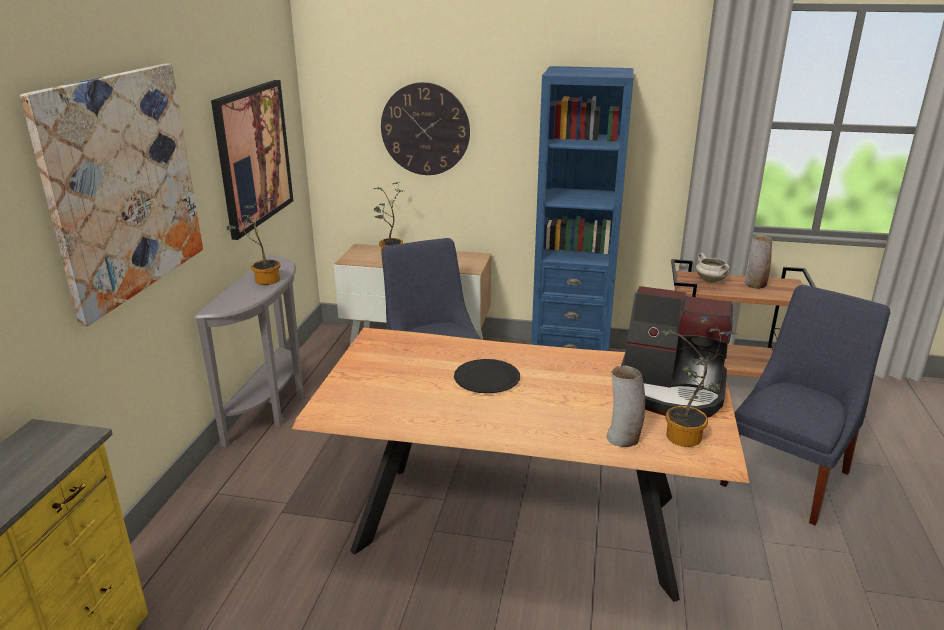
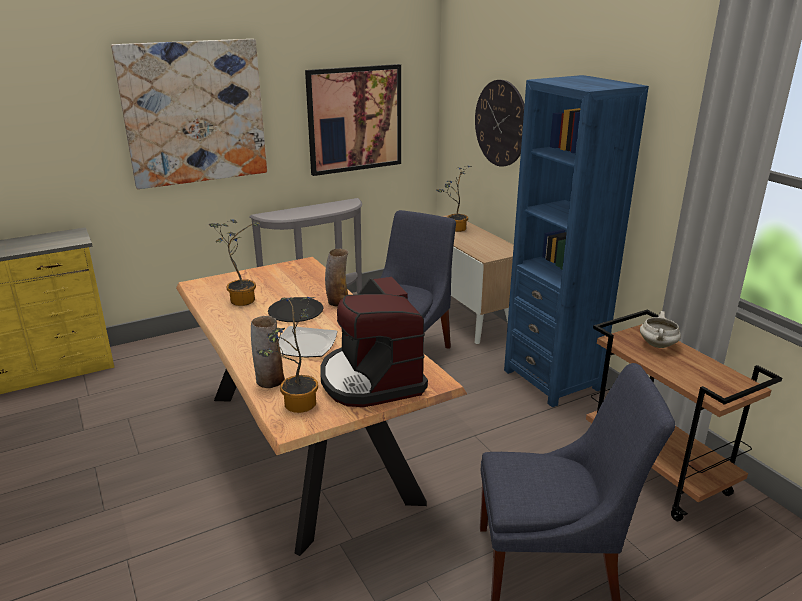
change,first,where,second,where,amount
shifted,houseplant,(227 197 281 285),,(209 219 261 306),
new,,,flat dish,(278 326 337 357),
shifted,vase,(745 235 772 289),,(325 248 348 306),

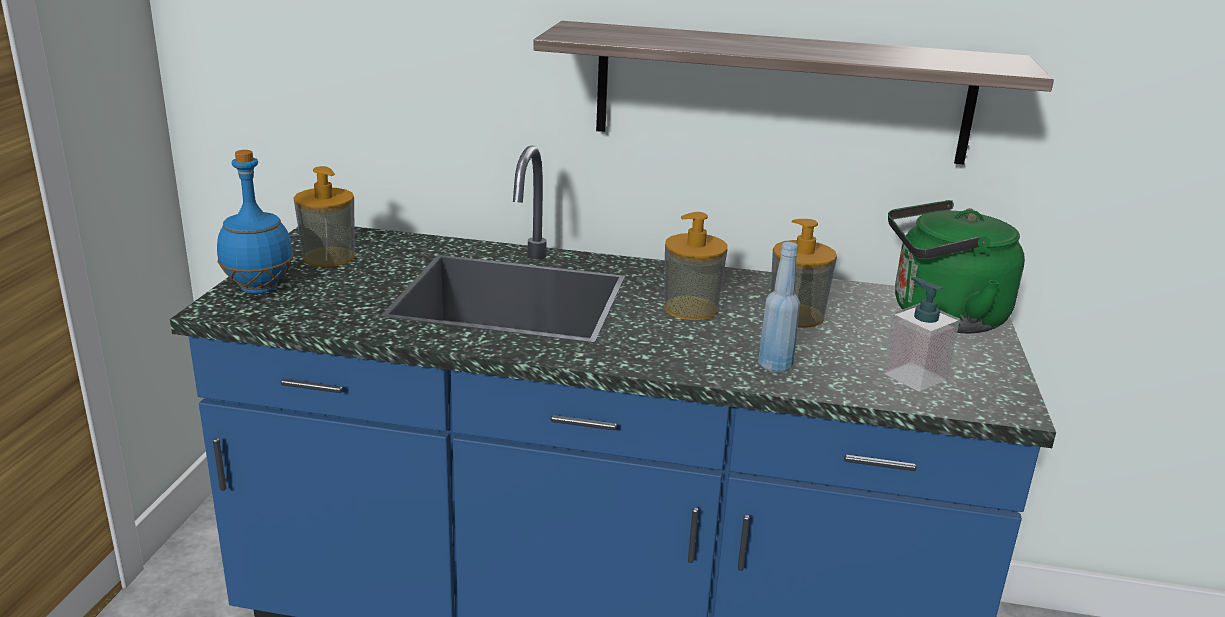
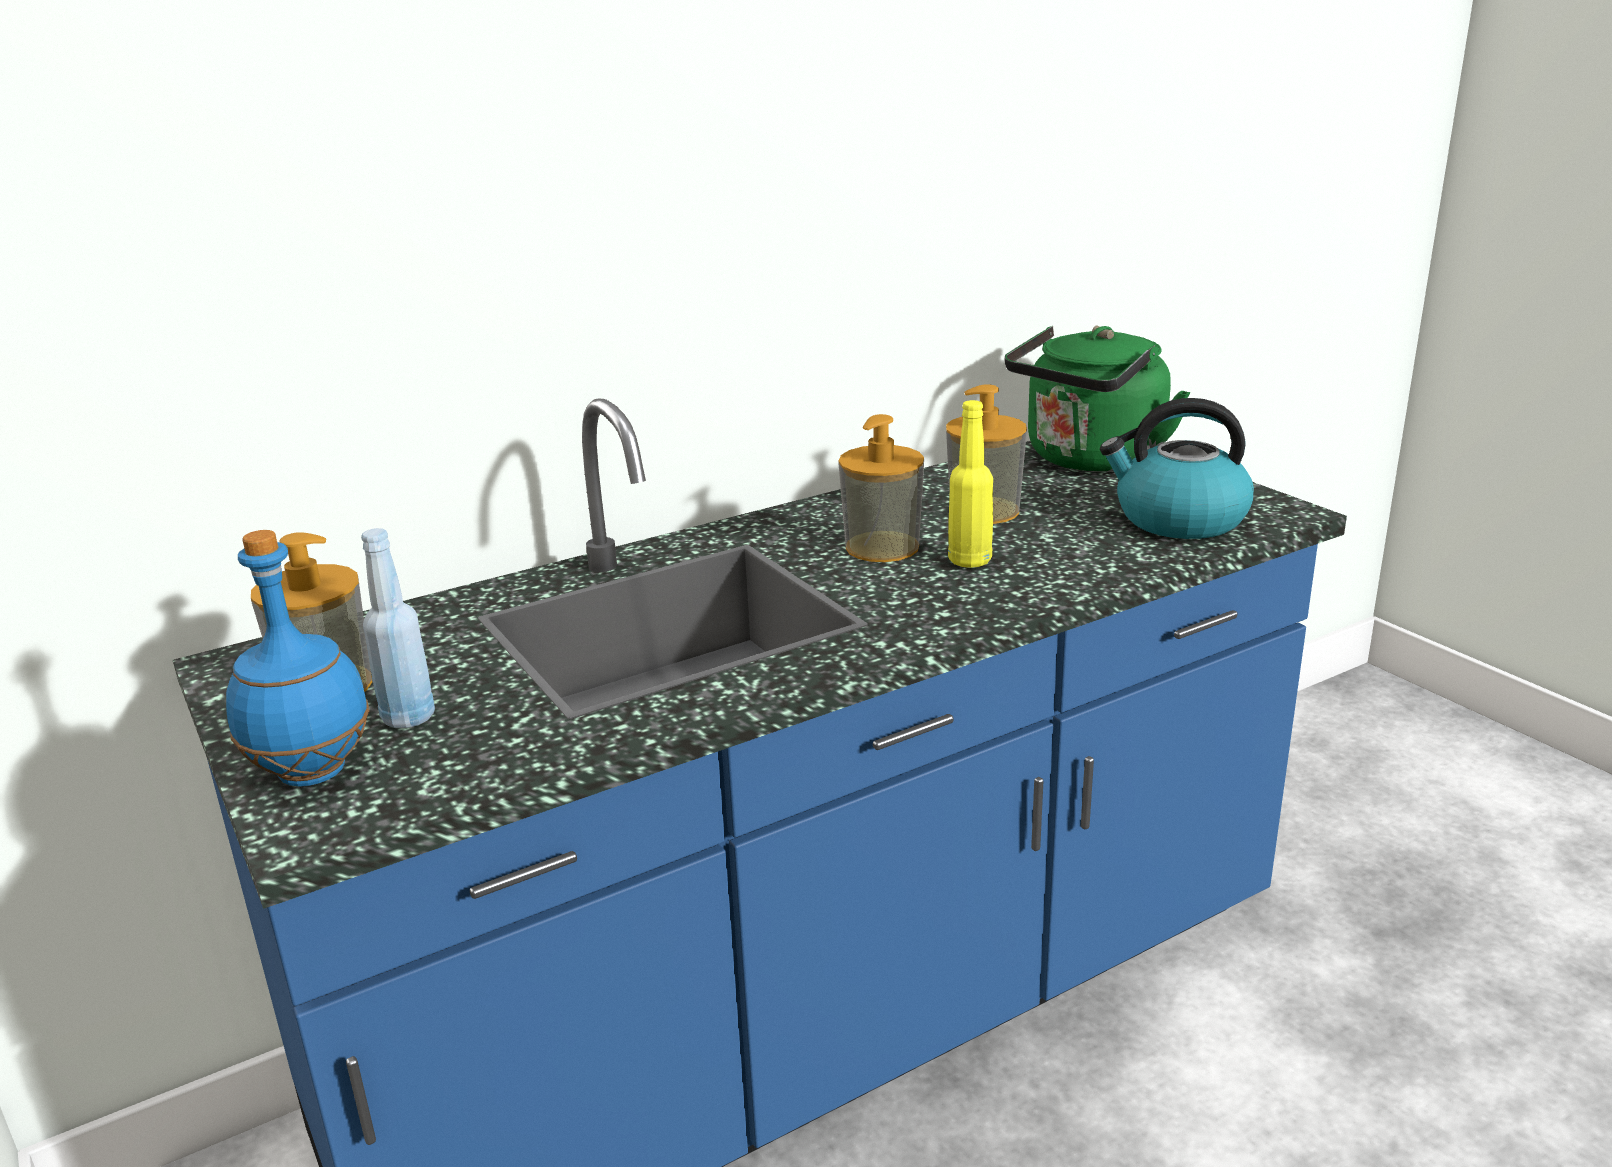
change,first,where,second,where,amount
shifted,bluish bottle,(758 242 800 373),,(361 528 435 728),
new,,,yellow-coloured bottle,(948 400 993 568),
swapped,soap dispenser,(883 277 960 392),water kettle,(1100 398 1254 539),
gone,shelf,(533 21 1054 165),,,

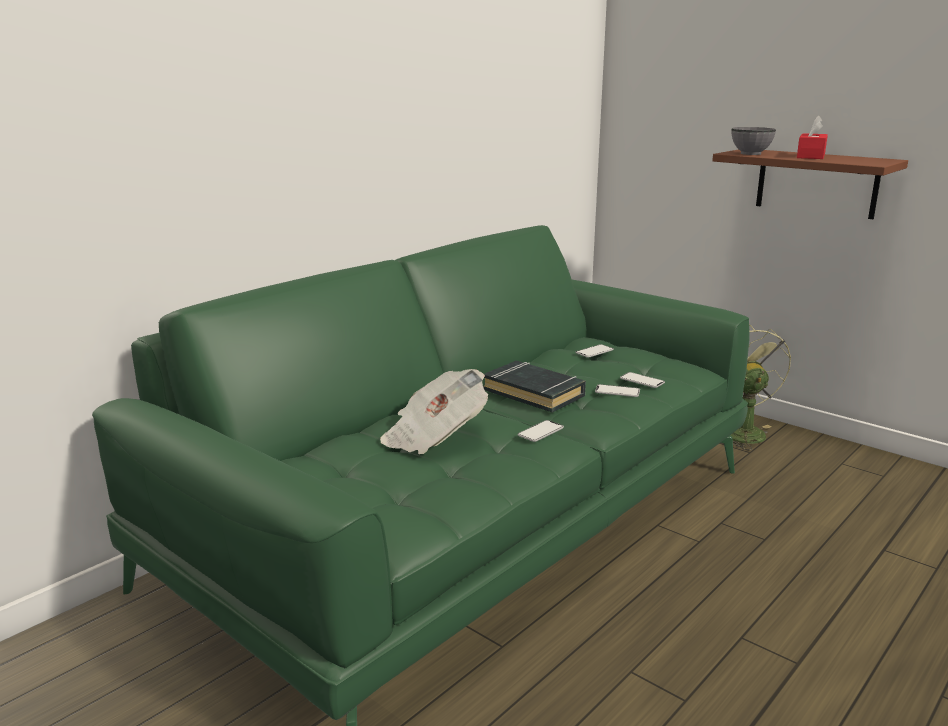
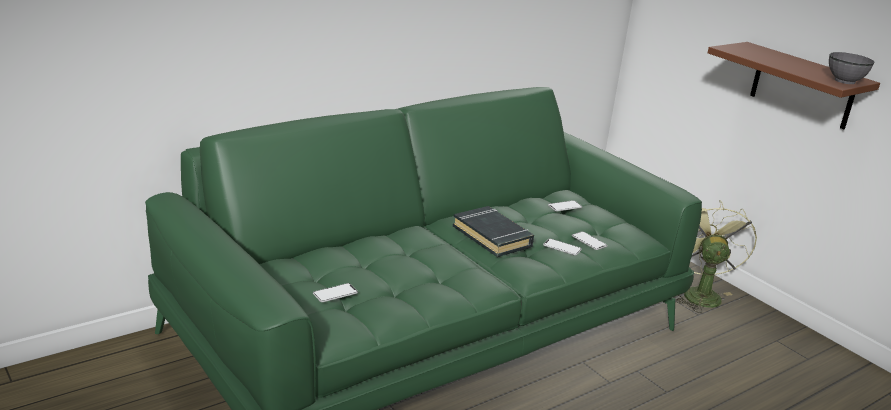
change,first,where,second,where,amount
shifted,phone,(518 420 564 442),,(313 283 358 302),
shifted,grey serving bowl,(731 127 776 155),,(829 52 874 84),
gone,daily paper,(380 369 488 454),,,
gone,red-coloured tissue box,(797 115 828 159),,,

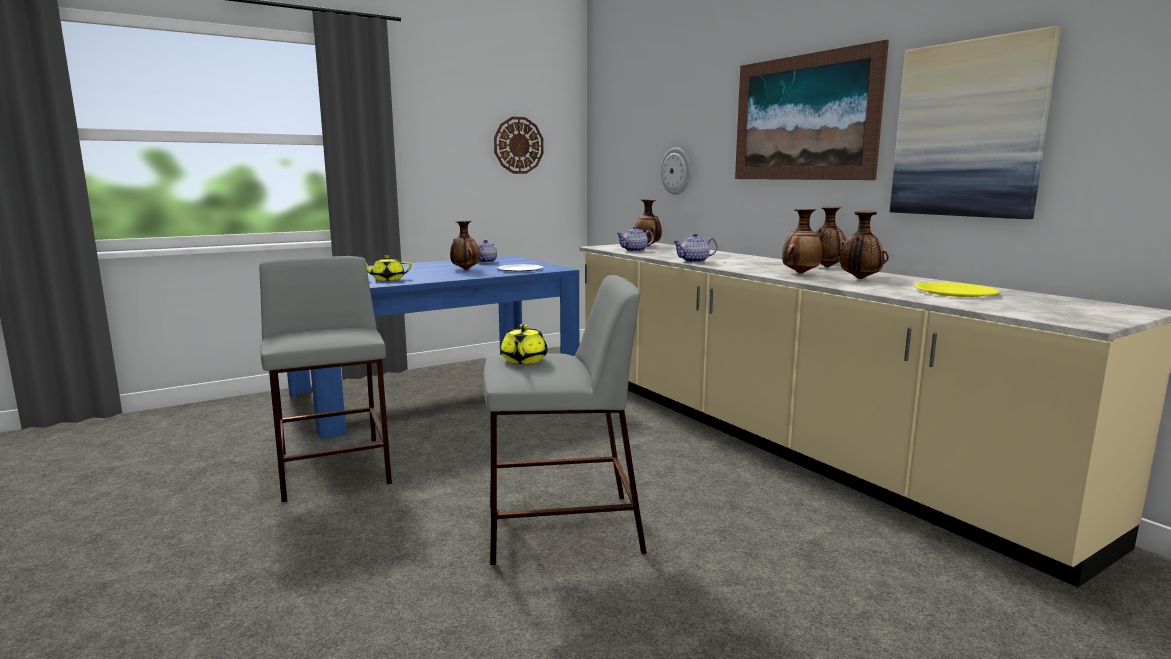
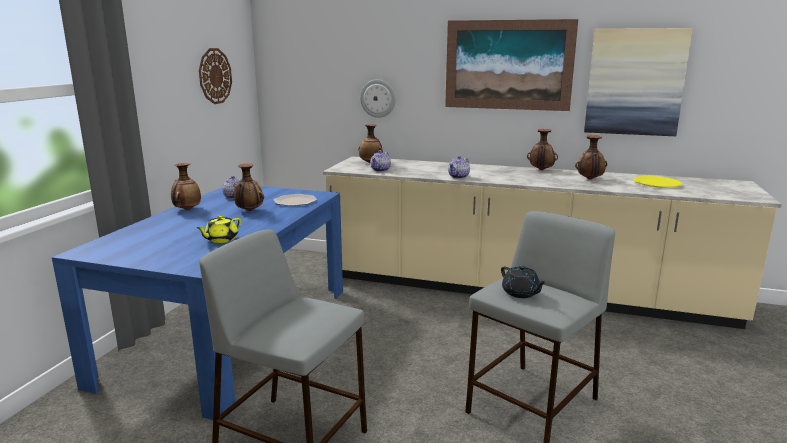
change,first,where,second,where,amount
shifted,vase,(782 209 822 274),,(171 163 201 210),
repainted,yellow-coloured pot for tea,(501 324 548 364),black-coloured pot for tea,(501 265 547 298),

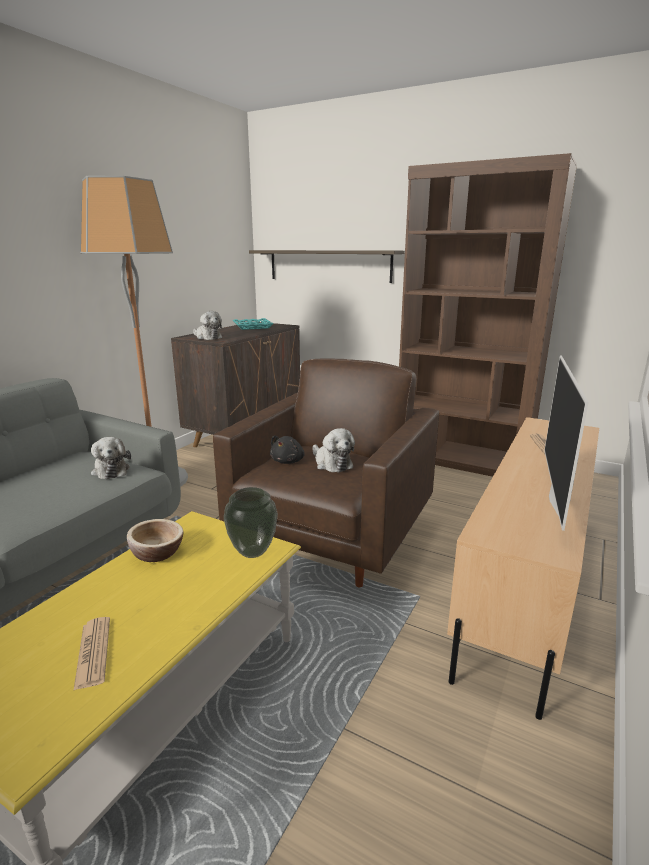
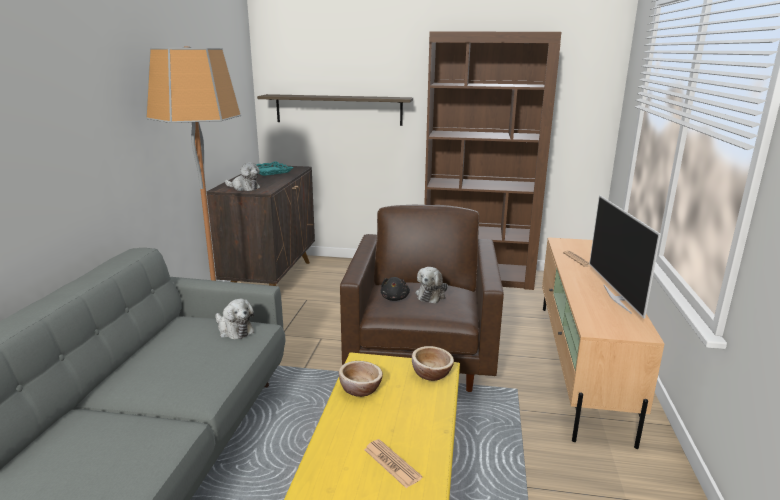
change,first,where,second,where,amount
swapped,vase,(224 487 278 558),serving bowl,(412 346 454 381),
rotated,plush toy,(313 428 355 473),,(416 267 448 304),75 degrees clockwise

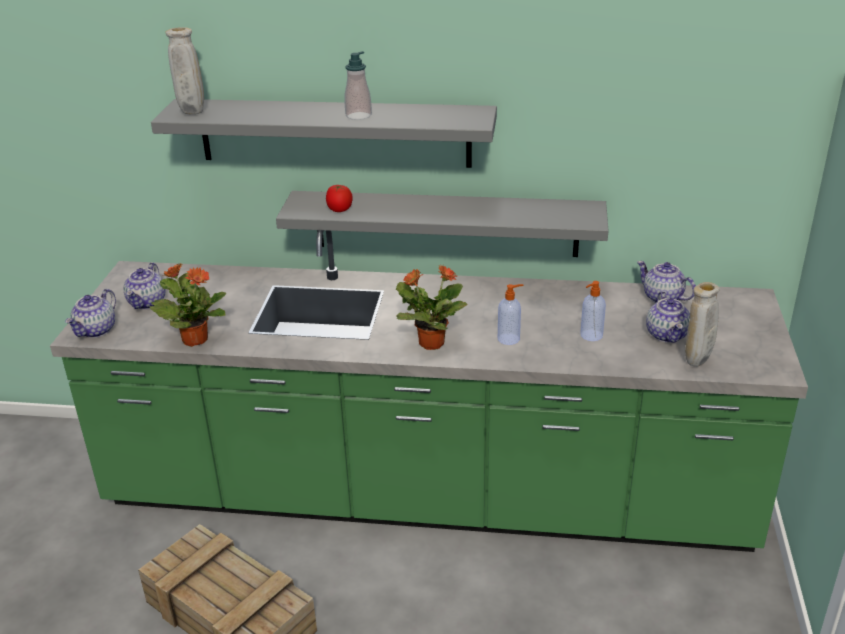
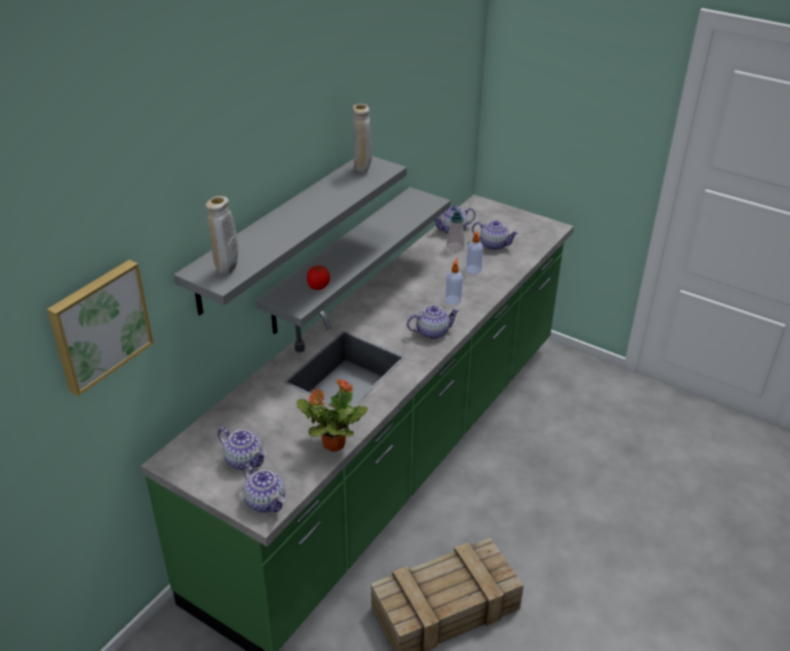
change,first,where,second,where,amount
new,,,wall art,(47 260 154 396),
shifted,sand-coloured vase,(685 282 720 367),,(353 104 372 173),
swapped,houseplant,(396 265 468 350),pot for tea,(407 305 460 339),
shifted,soap dispenser,(345 51 372 120),,(446 208 465 252),

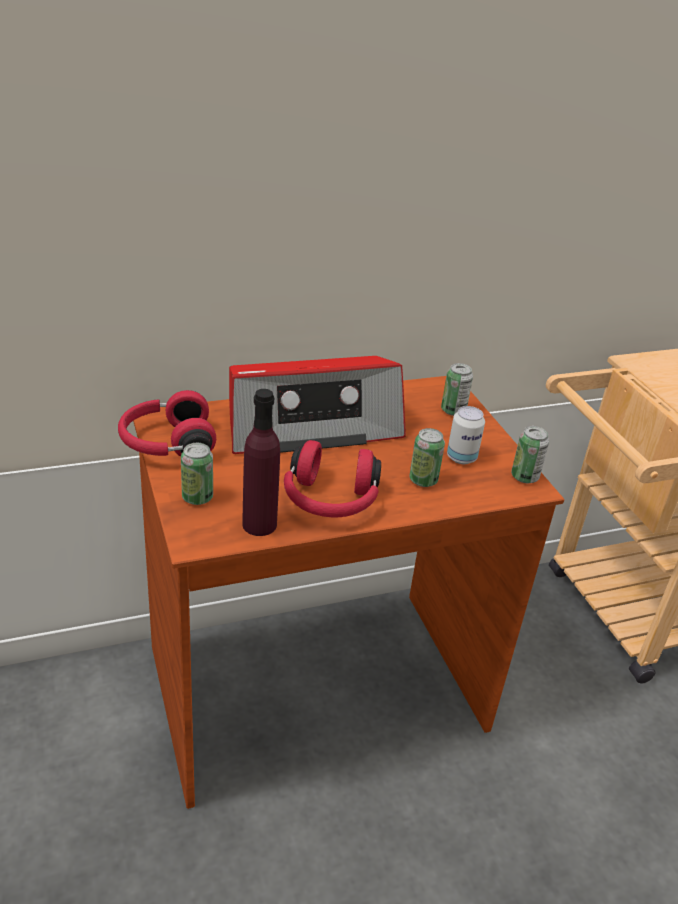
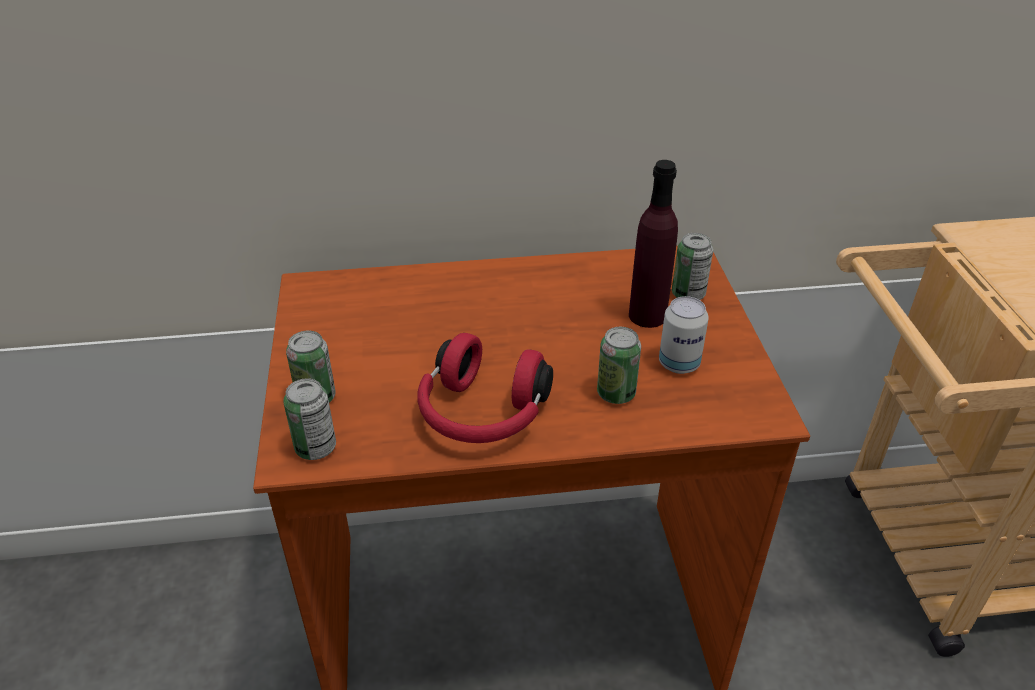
change,first,where,second,where,amount
shifted,sealed can,(511 426 549 483),,(283 378 336 460),
shifted,purple bottle,(242 389 280 536),,(629 160 678 328),
gone,red-coloured pair of headphones,(118 390 216 457),,,
gone,radio receiver,(229 356 406 454),,,

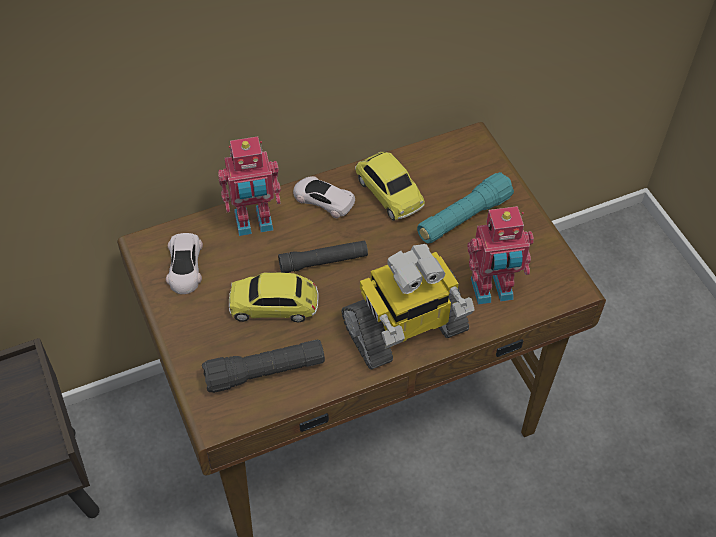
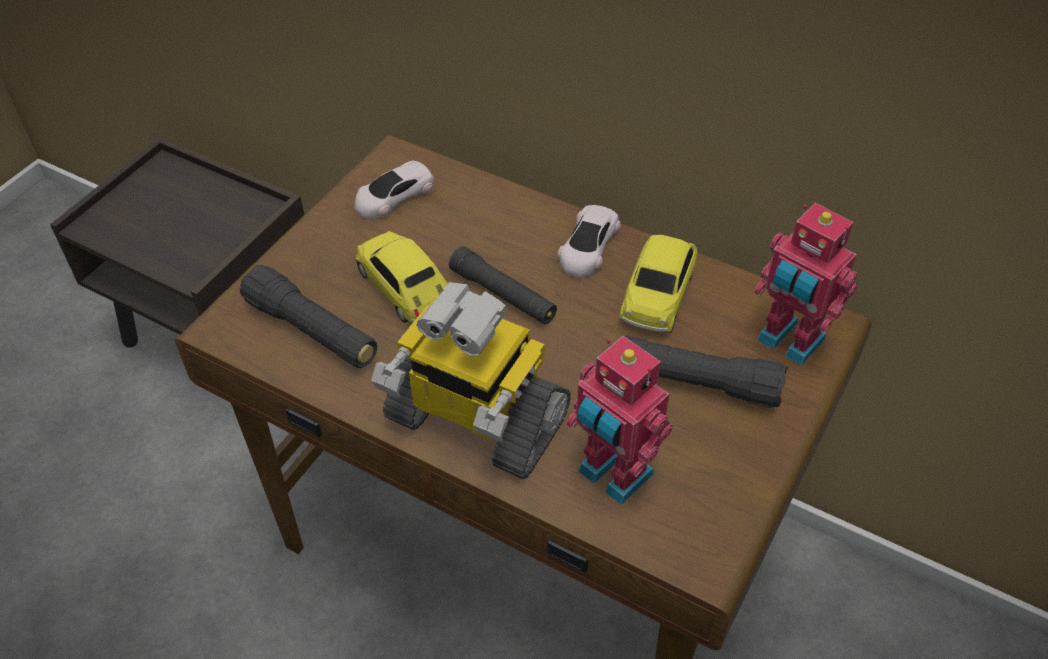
change,first,where,second,where,amount
rotated,white-coloured miniature car,(293 176 355 218),,(557 205 621 277),150 degrees counterclockwise
repainted,turquoise flashlight,(417 172 514 243),black-coloured flashlight,(625 336 788 408),
shifted,toy robot,(218 136 281 236),,(754 203 857 366),

